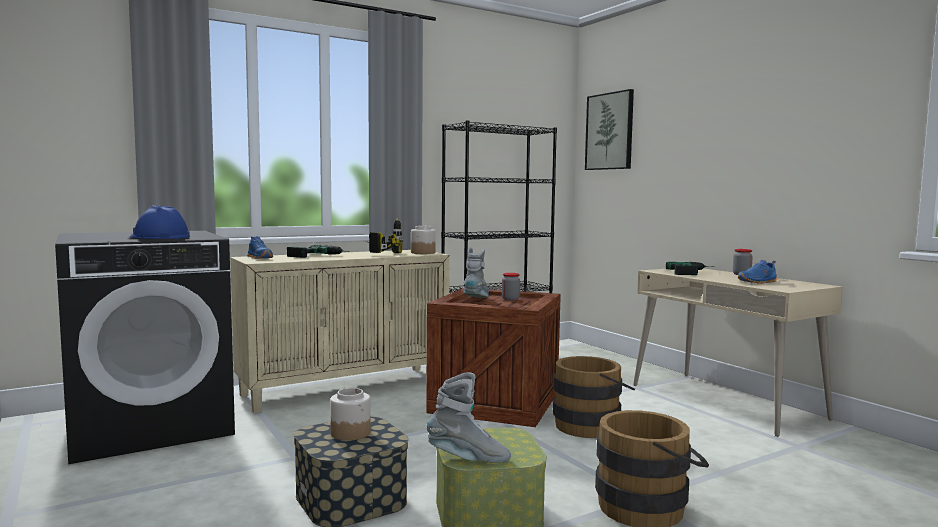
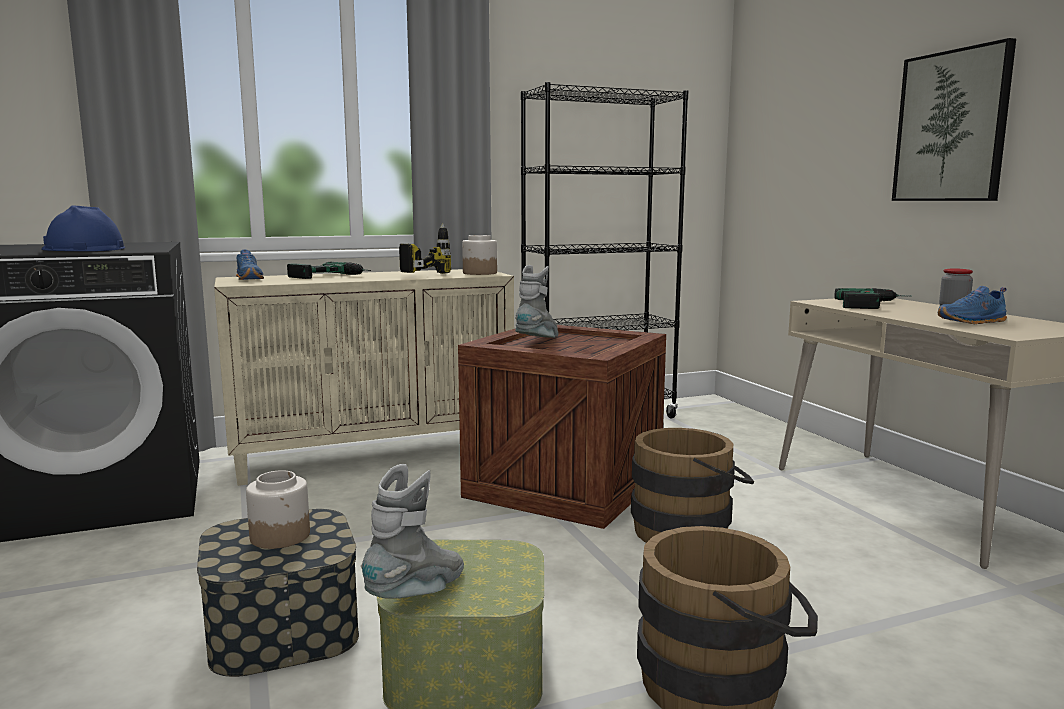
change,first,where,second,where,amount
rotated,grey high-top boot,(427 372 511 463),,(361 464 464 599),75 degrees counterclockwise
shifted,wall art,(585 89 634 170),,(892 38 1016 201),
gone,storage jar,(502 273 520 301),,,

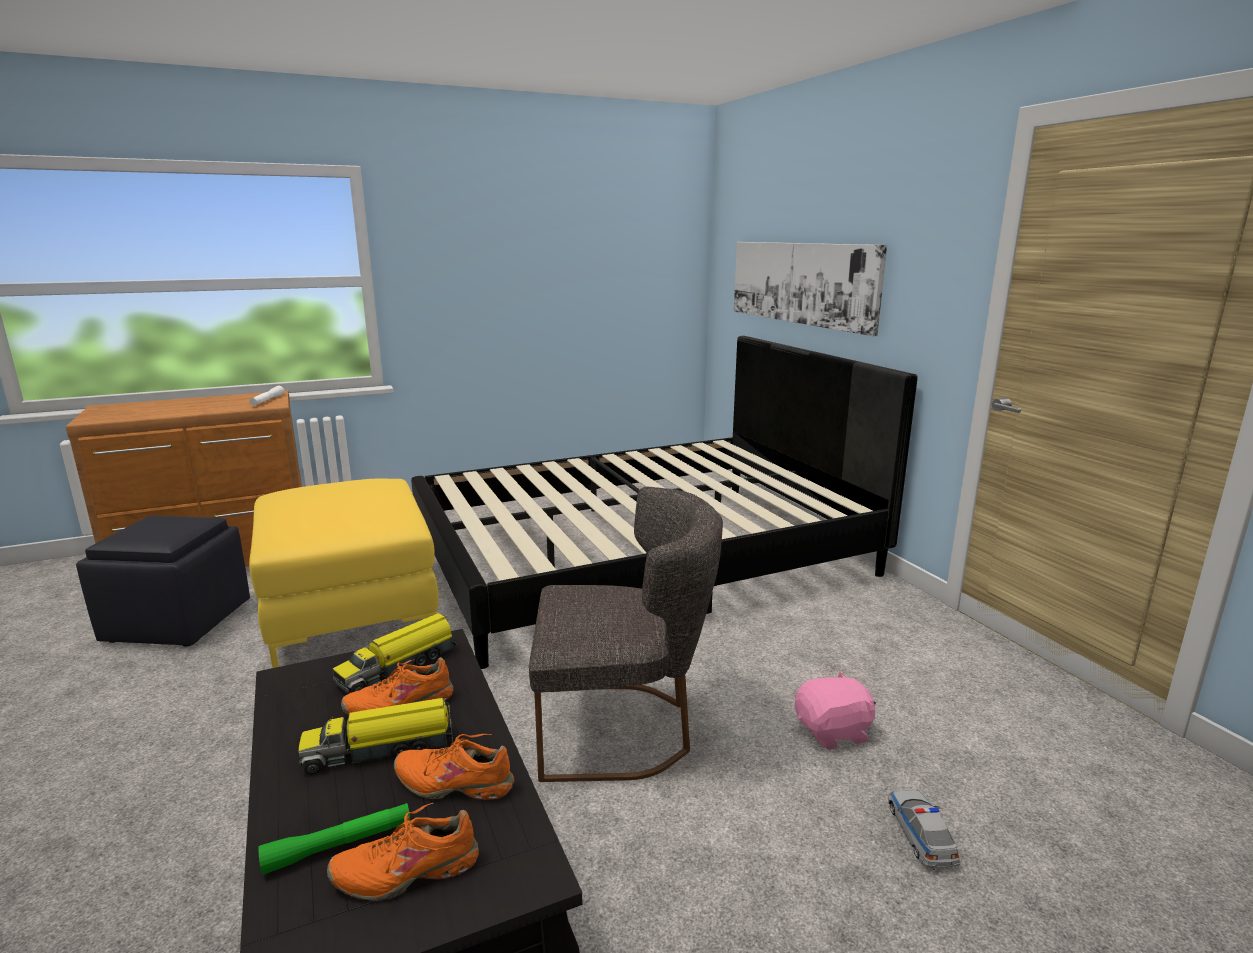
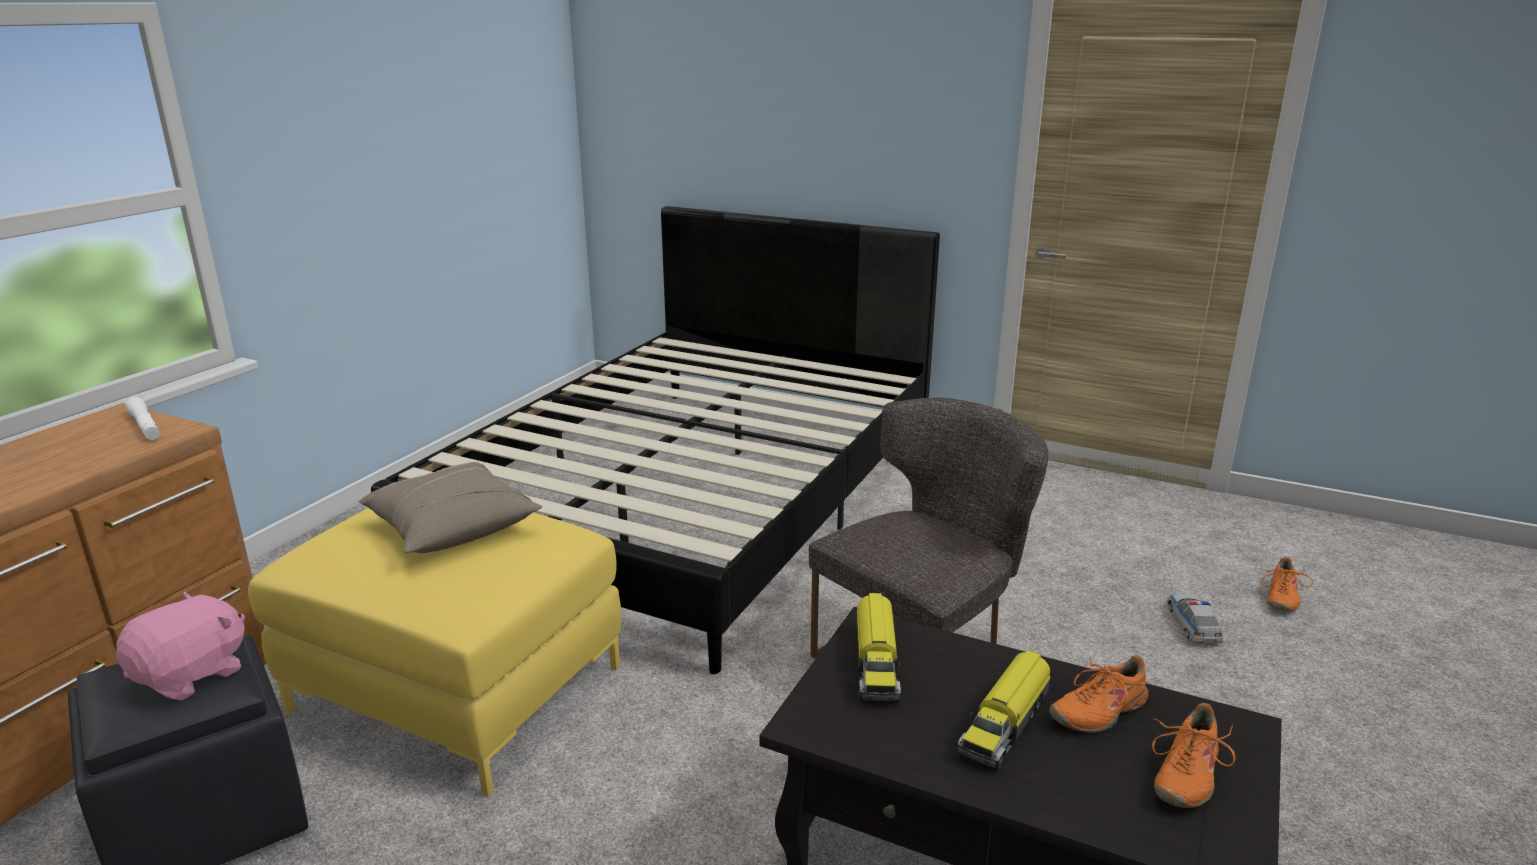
change,first,where,second,where,amount
shifted,pinkish plush toy,(795 671 876 750),,(116 591 245 700),
new,,,sand-coloured pillow,(358 462 542 553),
rotated,miniature car,(888 790 960 870),,(1167 593 1223 645),45 degrees clockwise
shifted,orange-coloured low shoe,(341 657 453 715),,(1258 557 1313 612),
gone,greenish flashlight,(258 803 411 875),,,
gone,wall art,(734 242 887 336),,,

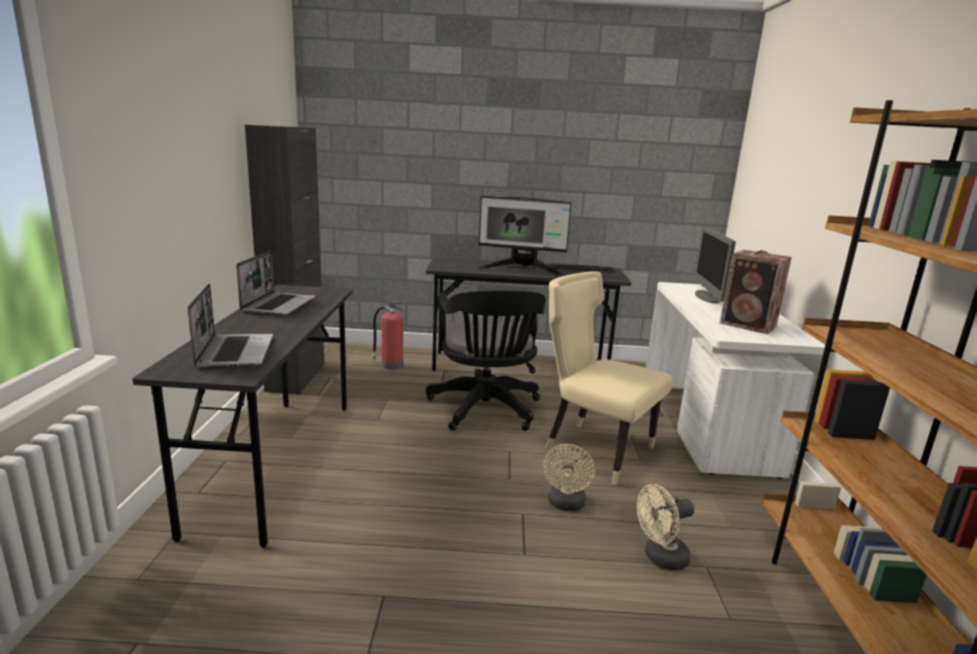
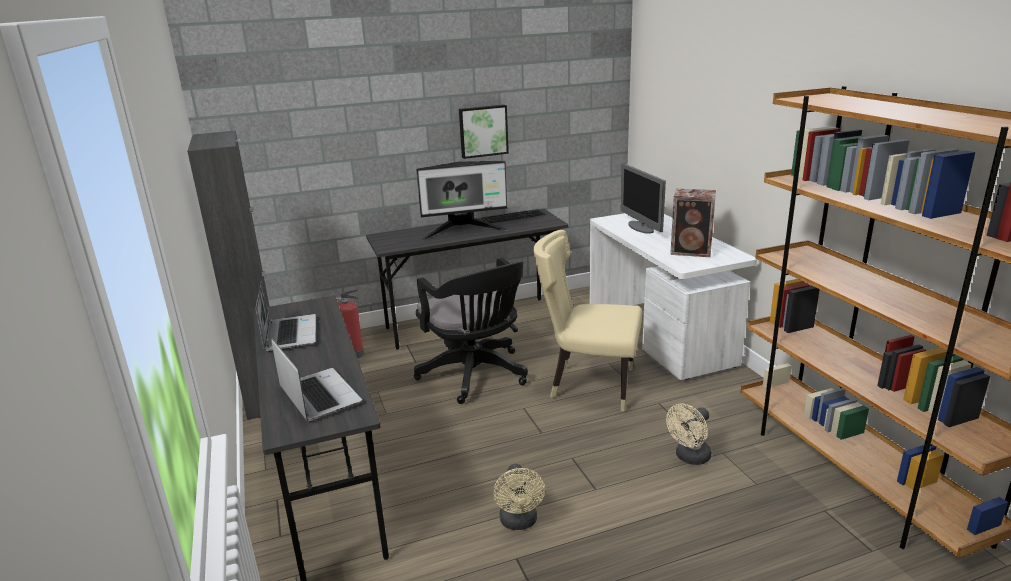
change,first,where,second,where,amount
new,,,wall art,(459 105 509 159),
shifted,sand-coloured fan,(543 444 595 511),,(493 464 545 530),

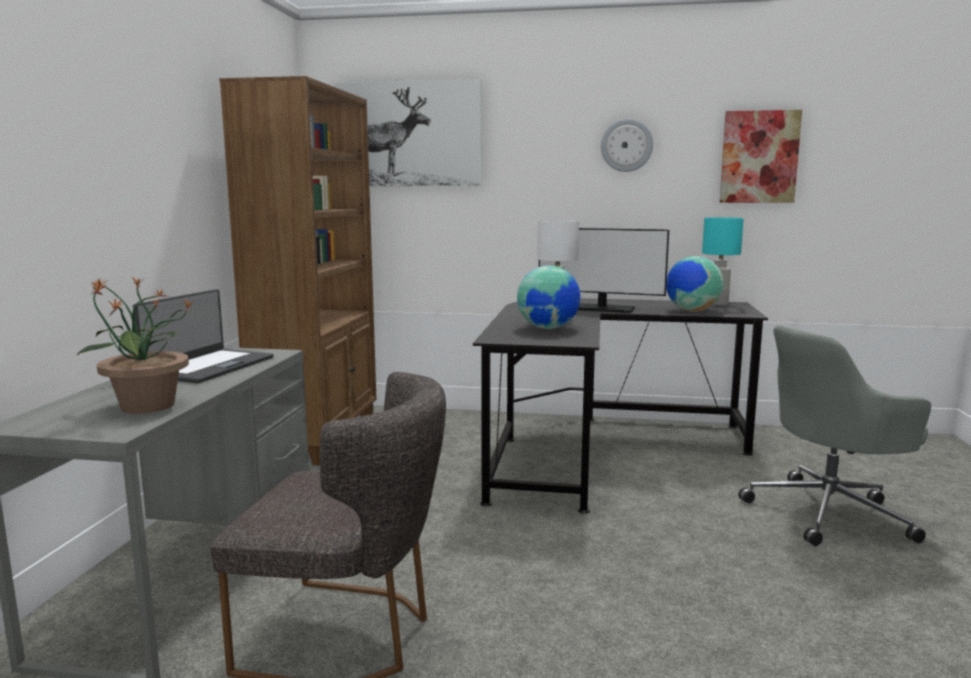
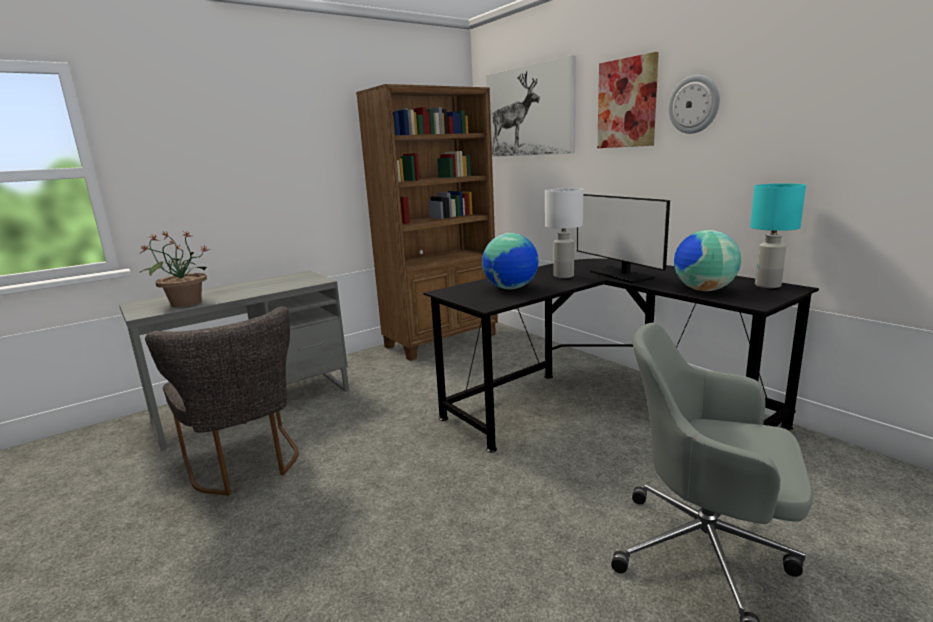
change,first,where,second,where,amount
shifted,wall art,(720 110 802 203),,(597 52 659 148),
gone,laptop,(133 289 274 383),,,

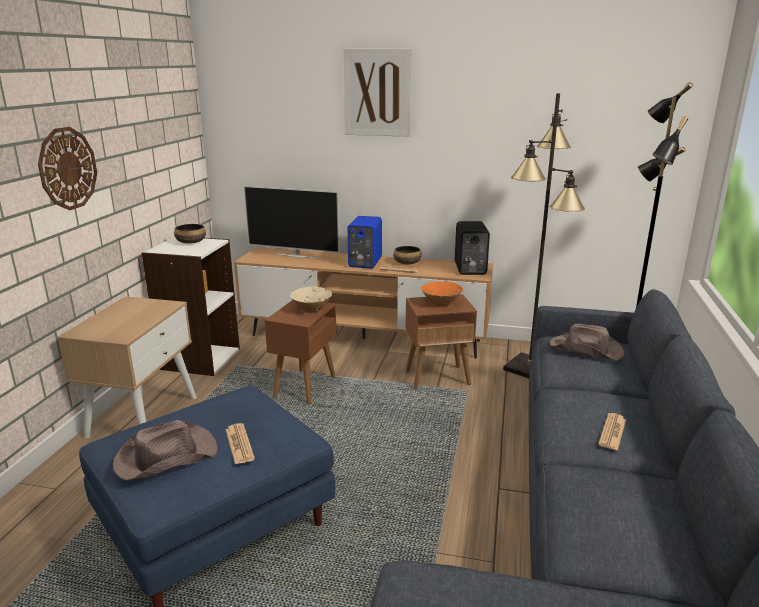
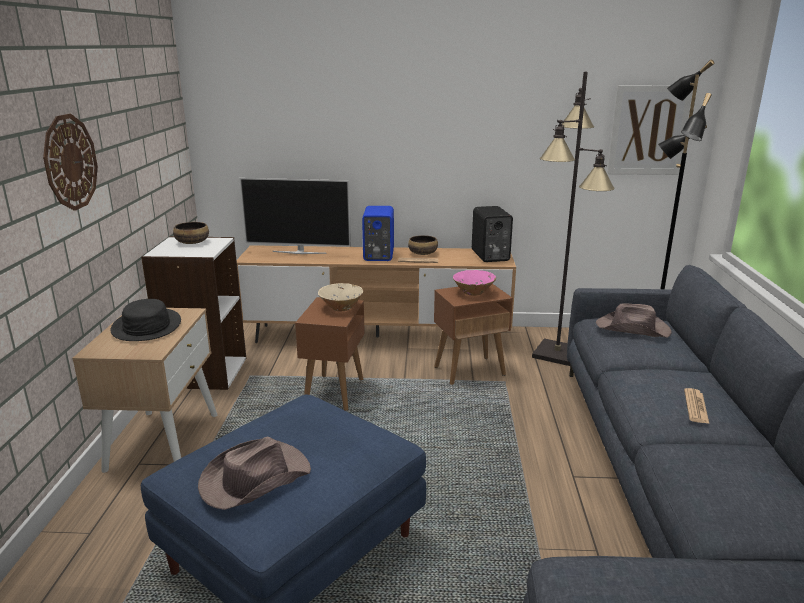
change,first,where,second,where,amount
new,,,black-coloured clothing hat,(111 299 181 341),
repainted,orange-coloured serving bowl,(422 282 463 306),pinkish serving bowl,(453 270 496 296),
shifted,wall art,(344 49 412 137),,(607 85 693 175),
gone,daily paper,(226 423 255 464),,,

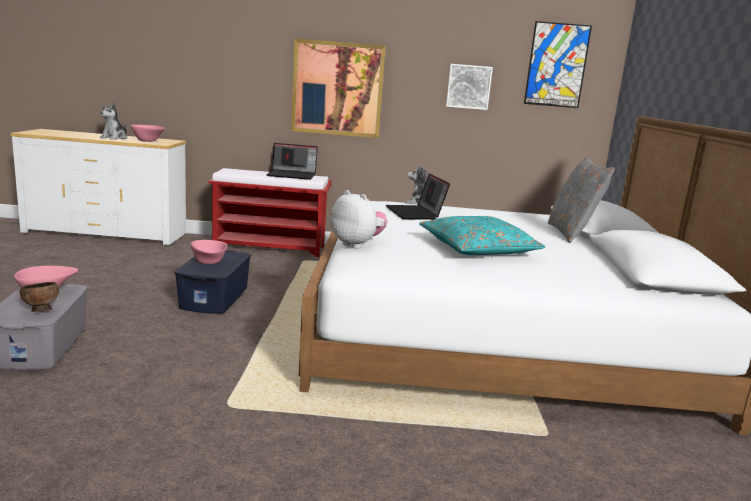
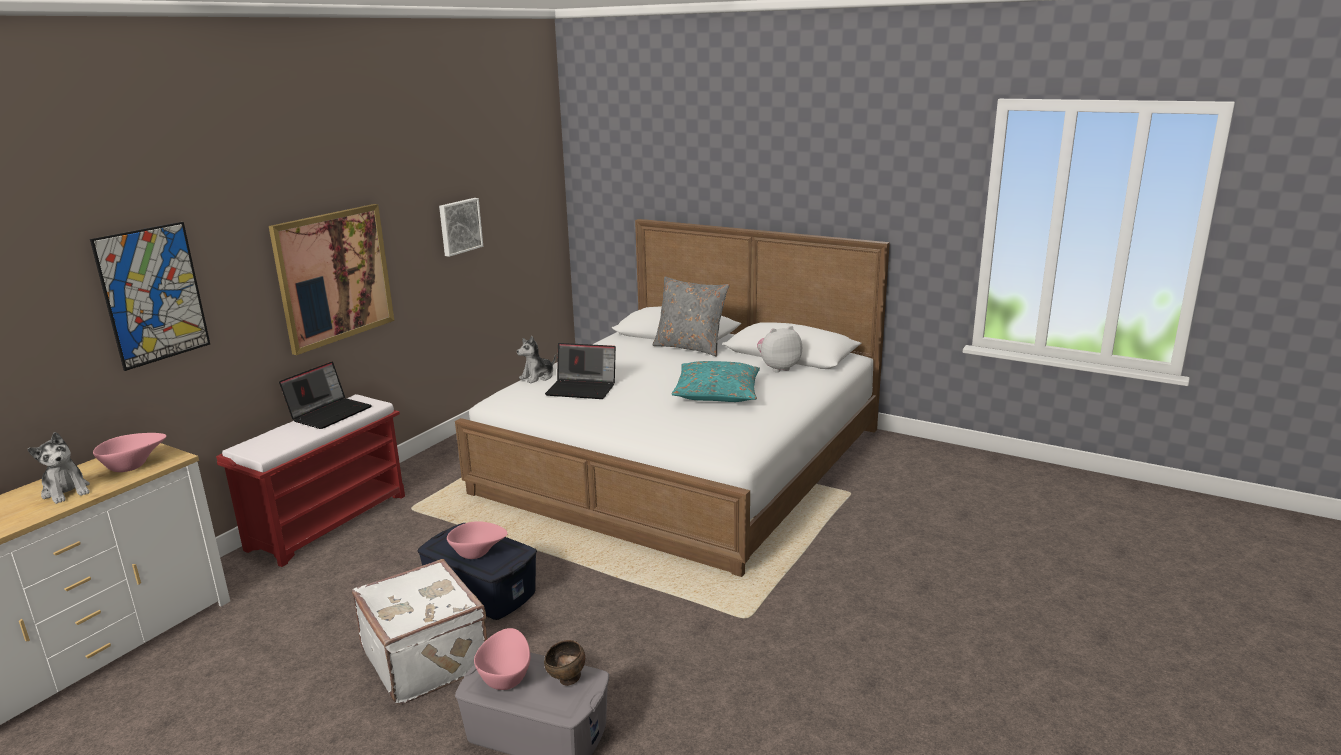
change,first,where,second,where,amount
shifted,wall art,(524 21 592 108),,(90 222 210 371),
new,,,white-coloured suitcase,(352 559 487 705),
shifted,plush toy,(331 190 387 248),,(757 326 802 372),

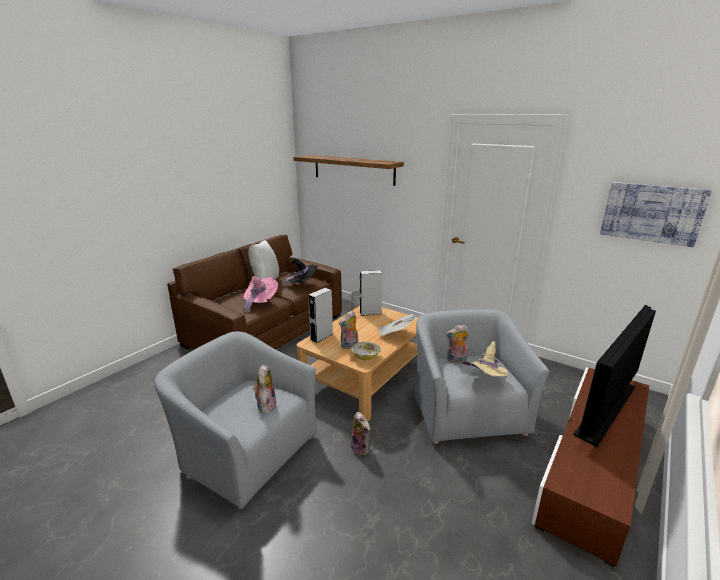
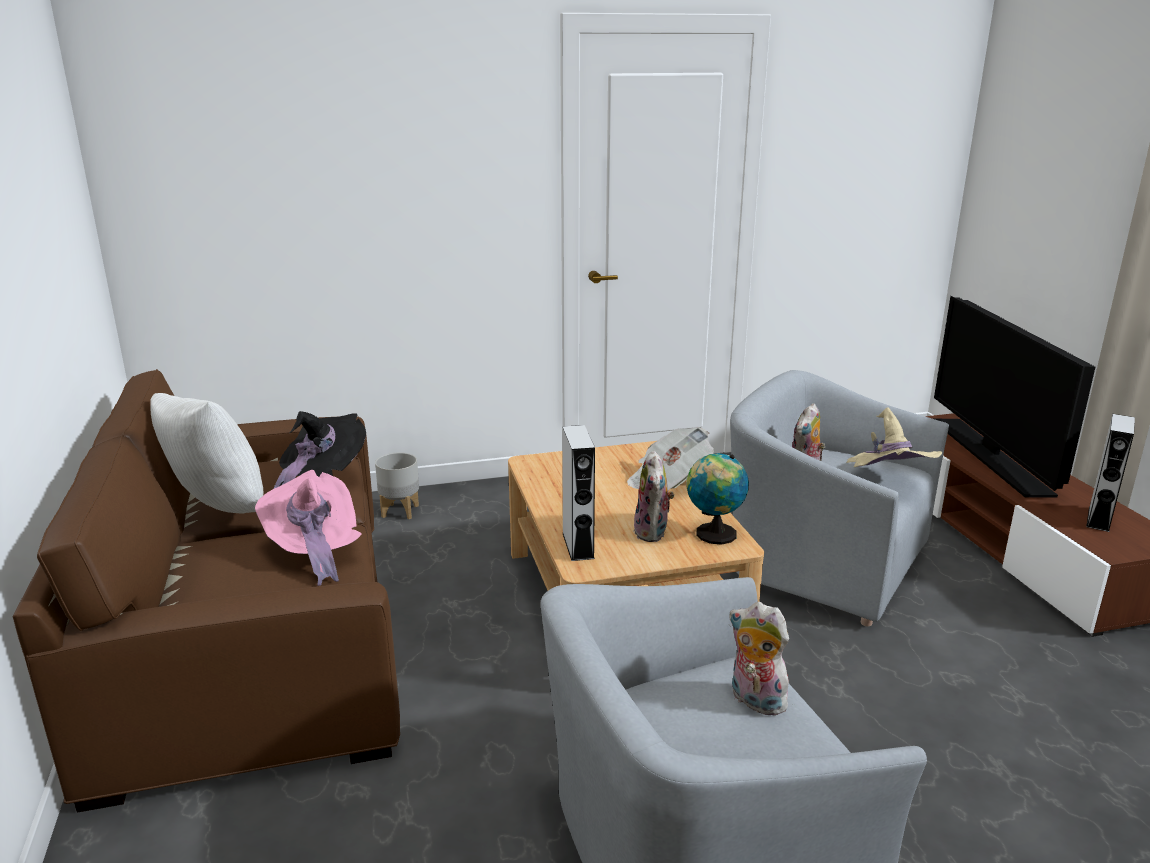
change,first,where,second,where,amount
swapped,serving bowl,(351 342 381 360),globe,(686 453 749 545),
shifted,grey audio speaker,(360 270 382 316),,(1086 414 1135 532),
gone,shelf,(293 155 404 186),,,
gone,plush toy,(350 412 370 456),,,
gone,wall art,(600 182 712 247),,,

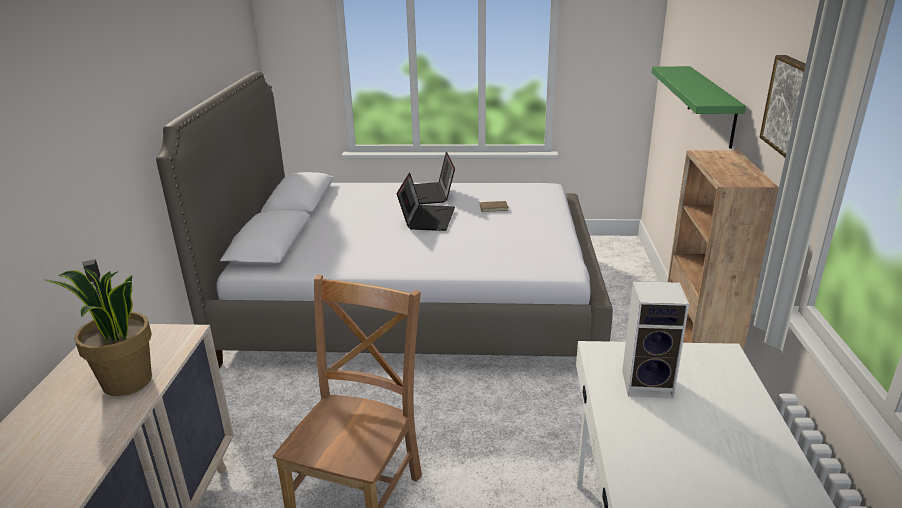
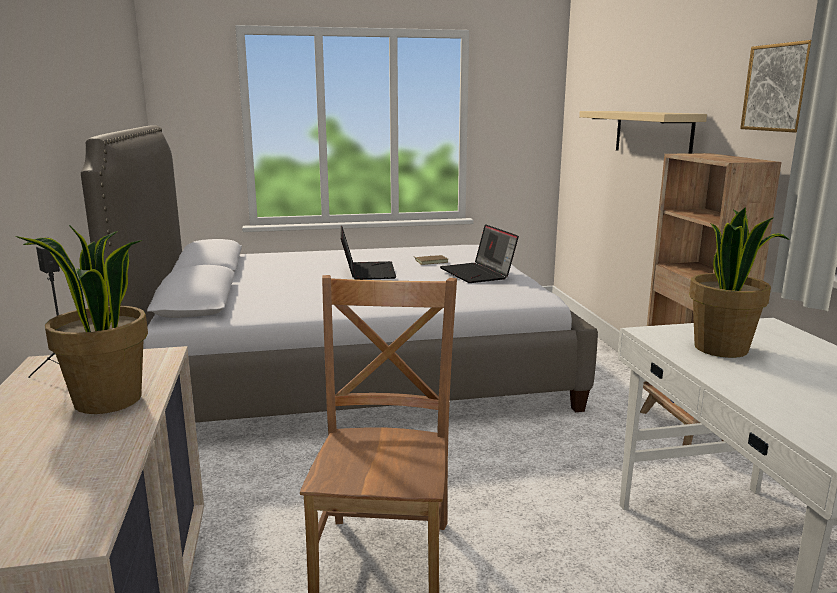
change,first,where,second,where,amount
shifted,laptop,(414 152 455 204),,(440 224 519 283),
repainted,greenish shelf,(652 66 746 149),sand-coloured shelf,(579 111 707 153),
swapped,audio speaker,(622 281 689 398),houseplant,(689 207 789 358),

